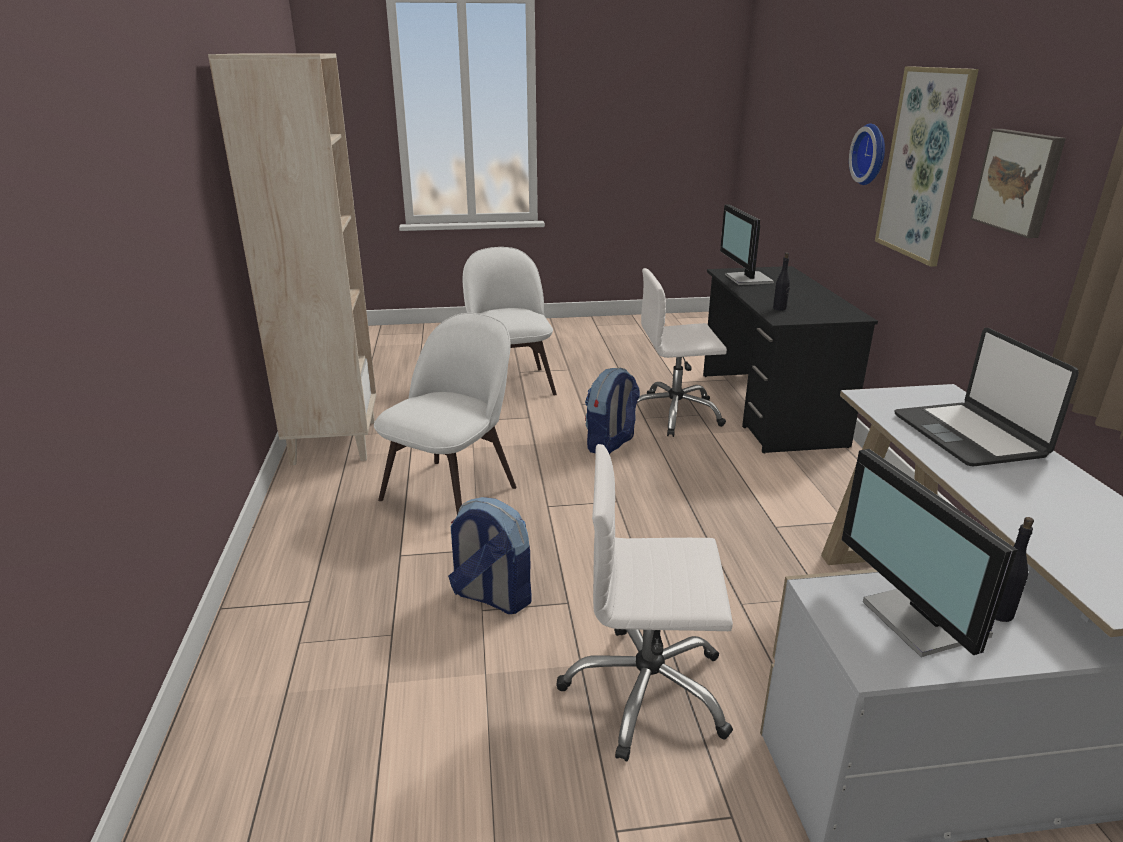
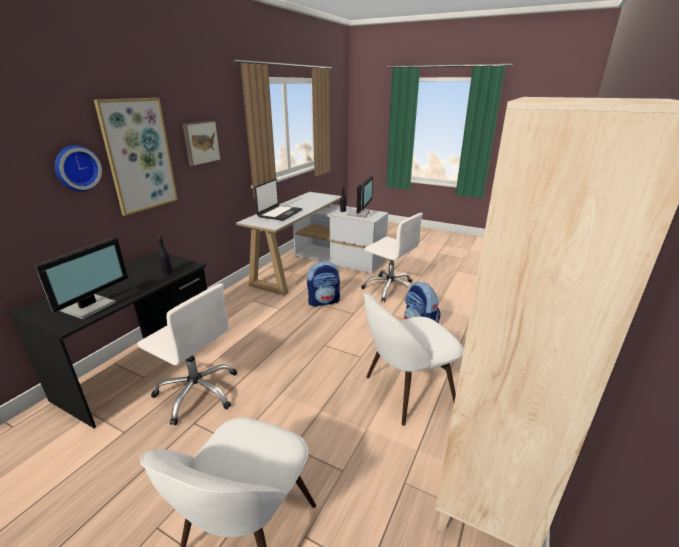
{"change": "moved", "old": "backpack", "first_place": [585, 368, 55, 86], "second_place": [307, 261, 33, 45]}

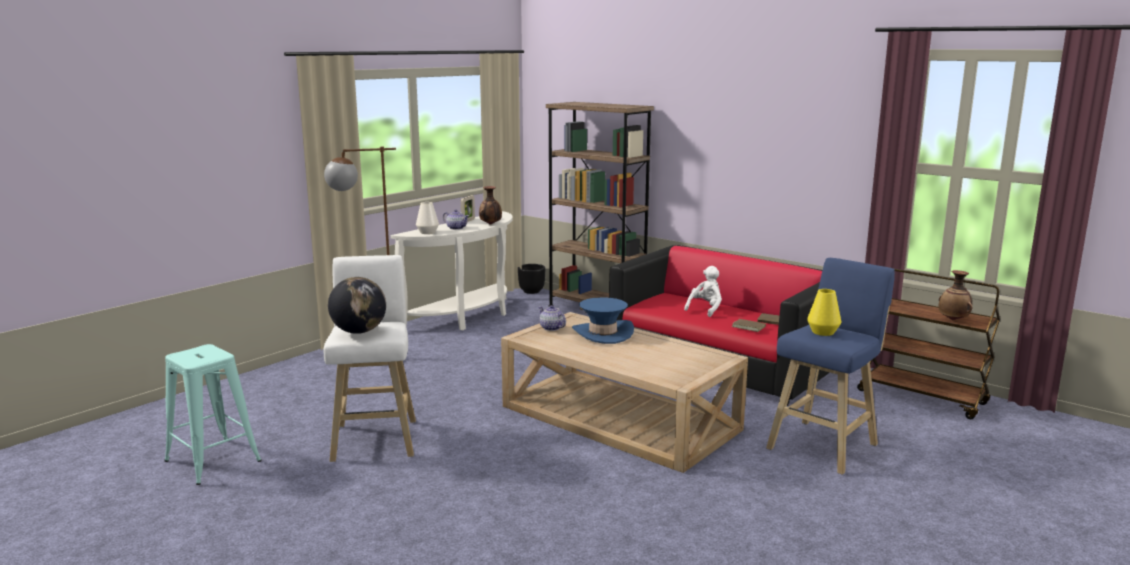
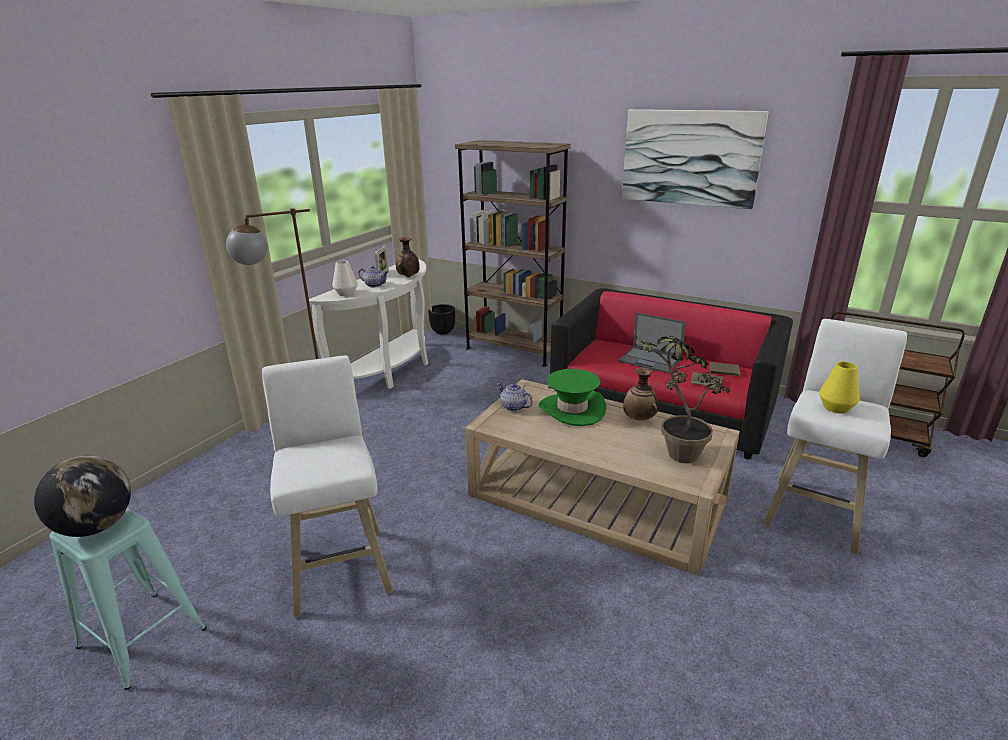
{"change": "moved", "old": "globe", "first_place": [328, 277, 58, 57], "second_place": [34, 456, 97, 81]}
{"change": "recoloured", "old": "blue_hat", "new": "green_hat", "first_place": [572, 297, 62, 47], "second_place": [539, 369, 67, 57]}
{"change": "replaced", "old": "white_plush_toy", "new": "laptop", "first_place": [684, 266, 38, 51], "second_place": [618, 312, 68, 61]}
{"change": "recoloured", "old": "blue_stool", "new": "white_stool", "first_place": [766, 258, 129, 217], "second_place": [763, 319, 144, 236]}
{"change": "moved", "old": "vase", "first_place": [938, 270, 34, 50], "second_place": [623, 367, 35, 53]}
{"change": "added", "new": "picture", "second_place": [622, 109, 147, 100]}
{"change": "added", "new": "potted_plant", "second_place": [633, 330, 97, 133]}

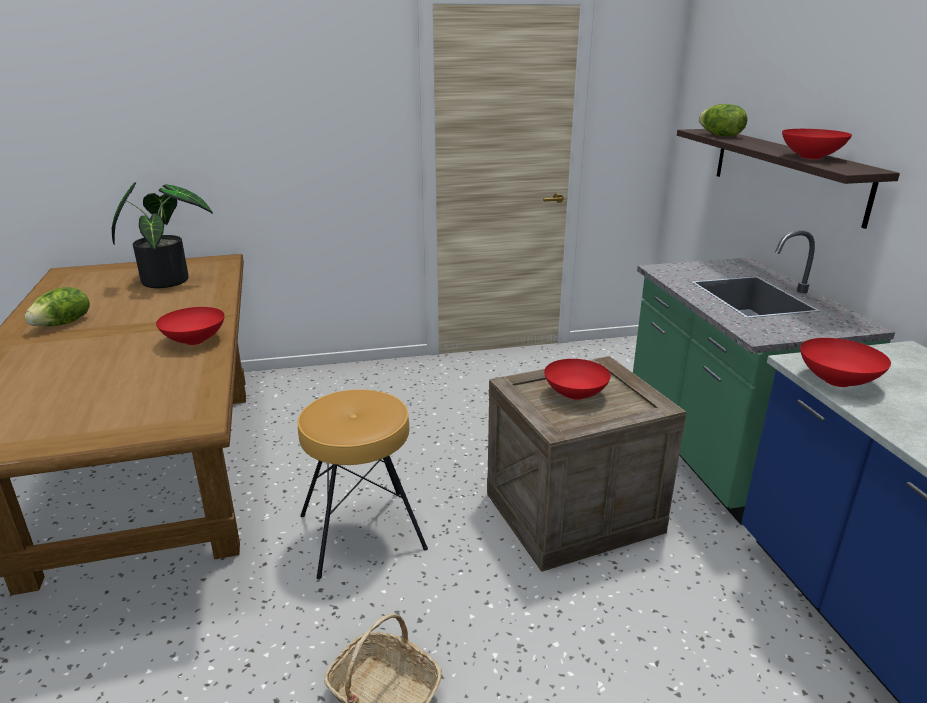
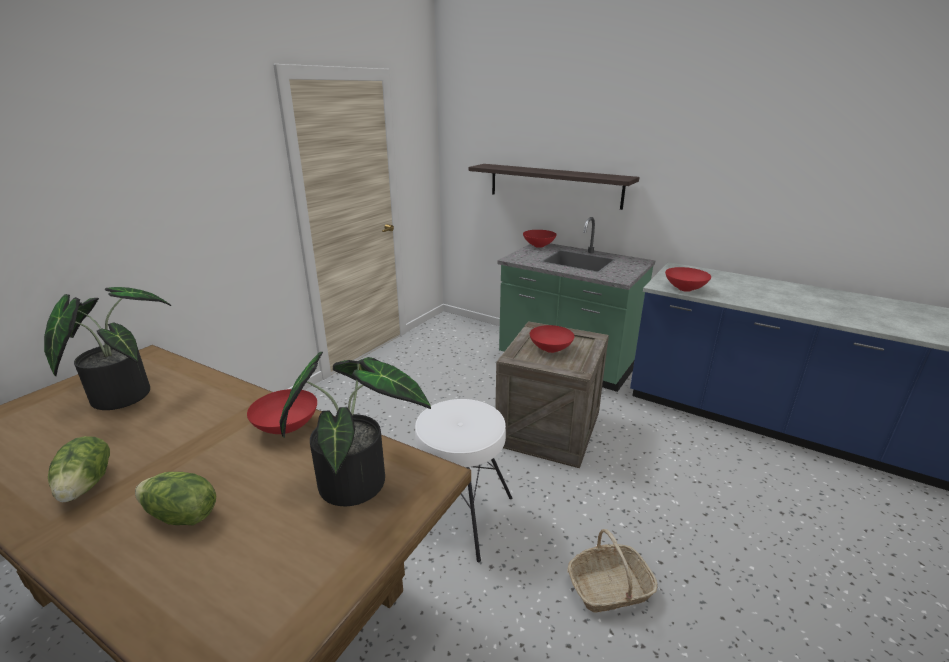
{"change": "recoloured", "old": "brown_stool", "new": "white_stool", "first_place": [297, 390, 131, 189], "second_place": [415, 399, 98, 163]}
{"change": "moved", "old": "lettuce", "first_place": [699, 104, 49, 33], "second_place": [135, 472, 81, 53]}
{"change": "moved", "old": "red_bowl", "first_place": [782, 129, 70, 30], "second_place": [523, 230, 34, 18]}
{"change": "added", "new": "potted_plant", "second_place": [279, 352, 152, 154]}

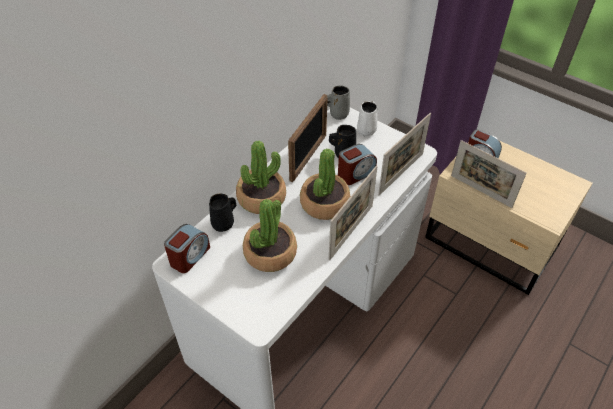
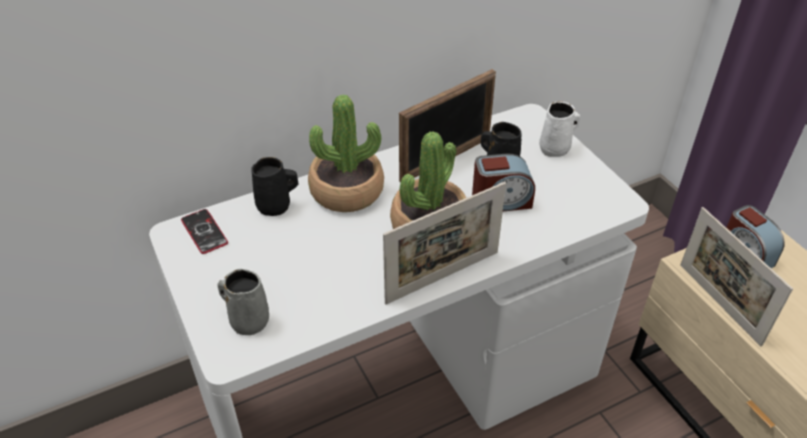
{"change": "replaced", "old": "alarm_clock", "new": "phone", "first_place": [164, 224, 46, 49], "second_place": [181, 209, 47, 45]}
{"change": "removed", "old": "potted_plant", "first_place": [243, 199, 54, 73]}
{"change": "moved", "old": "grey_mug", "first_place": [327, 86, 23, 34], "second_place": [218, 269, 51, 66]}
{"change": "removed", "old": "picture_frame", "first_place": [378, 113, 53, 83]}

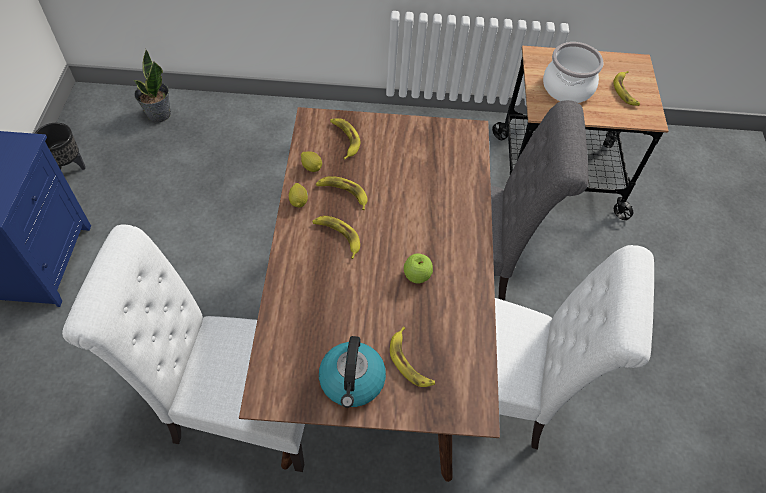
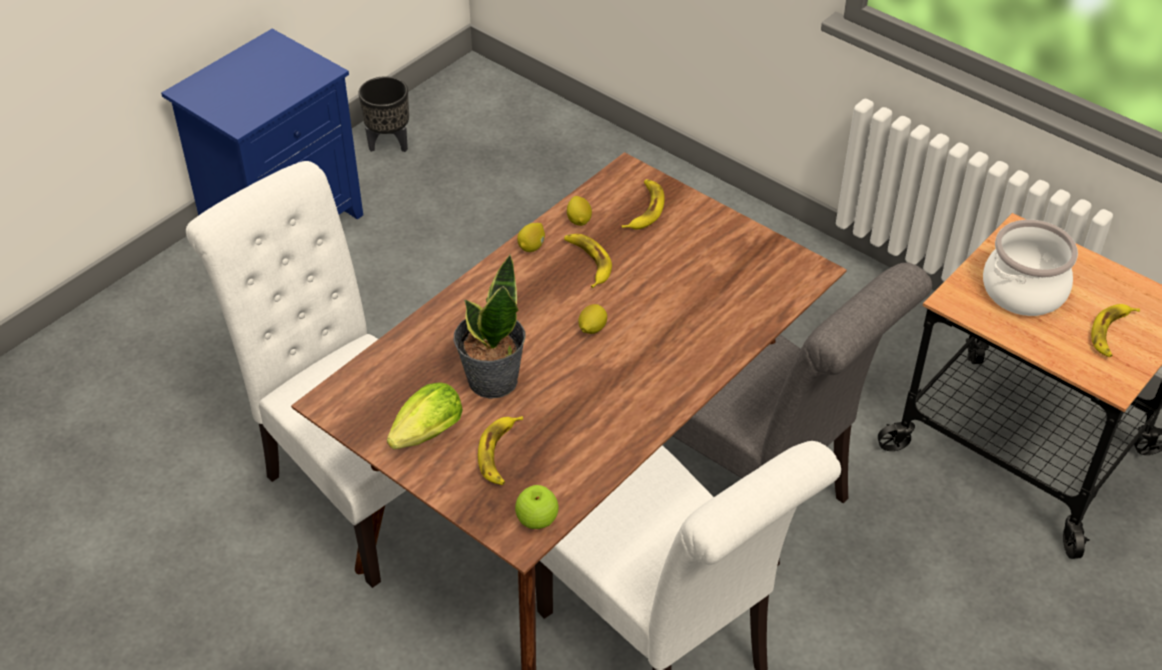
{"change": "moved", "old": "potted_plant", "first_place": [133, 50, 38, 72], "second_place": [454, 255, 72, 144]}
{"change": "removed", "old": "banana", "first_place": [312, 216, 48, 43]}
{"change": "replaced", "old": "kettle", "new": "lettuce", "first_place": [319, 336, 67, 72], "second_place": [387, 382, 76, 68]}
{"change": "moved", "old": "apple", "first_place": [404, 253, 29, 30], "second_place": [515, 485, 44, 44]}
{"change": "added", "new": "lemon", "second_place": [578, 304, 29, 30]}

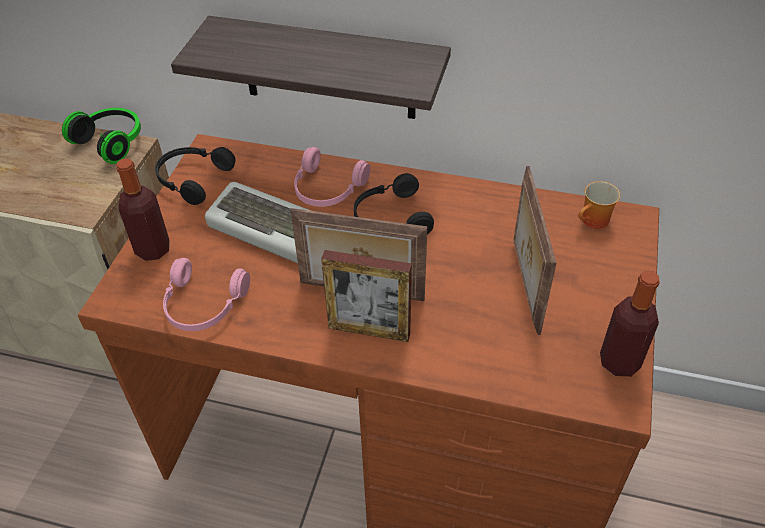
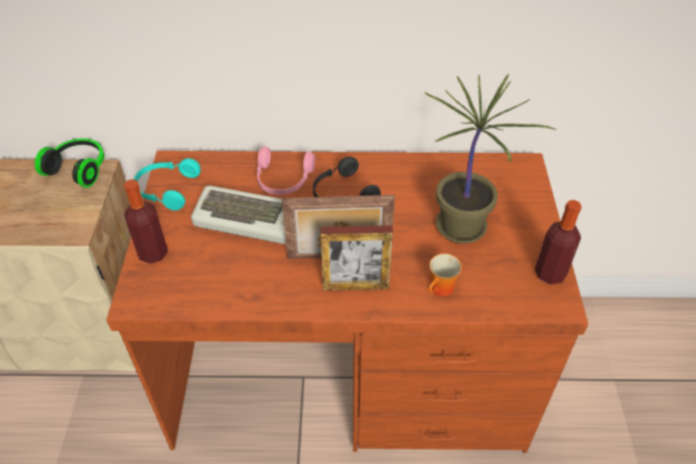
{"change": "recoloured", "old": "black_headphones", "new": "turquoise_headphones", "first_place": [155, 147, 81, 58], "second_place": [134, 158, 67, 53]}
{"change": "removed", "old": "pink_headphones", "first_place": [163, 258, 87, 73]}
{"change": "removed", "old": "shelf", "first_place": [171, 16, 280, 103]}
{"change": "replaced", "old": "picture_frame", "new": "potted_plant", "first_place": [513, 166, 44, 169], "second_place": [424, 74, 133, 170]}
{"change": "moved", "old": "mug", "first_place": [579, 181, 41, 48], "second_place": [428, 254, 34, 42]}

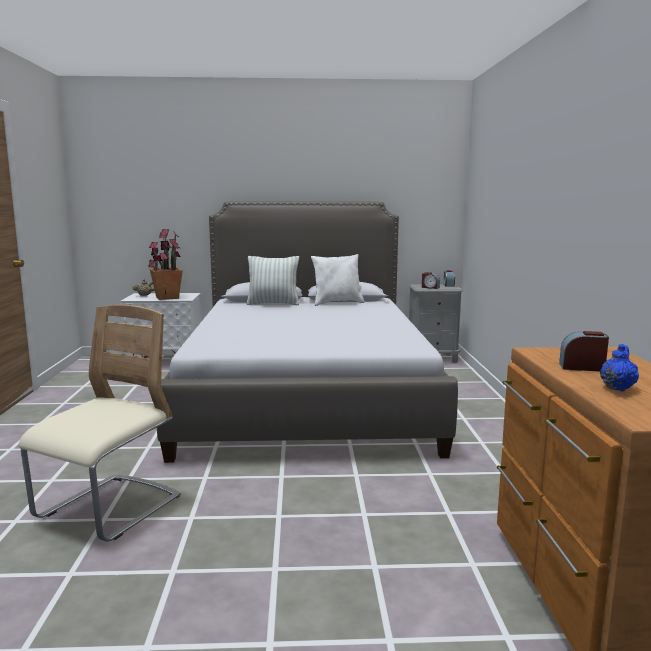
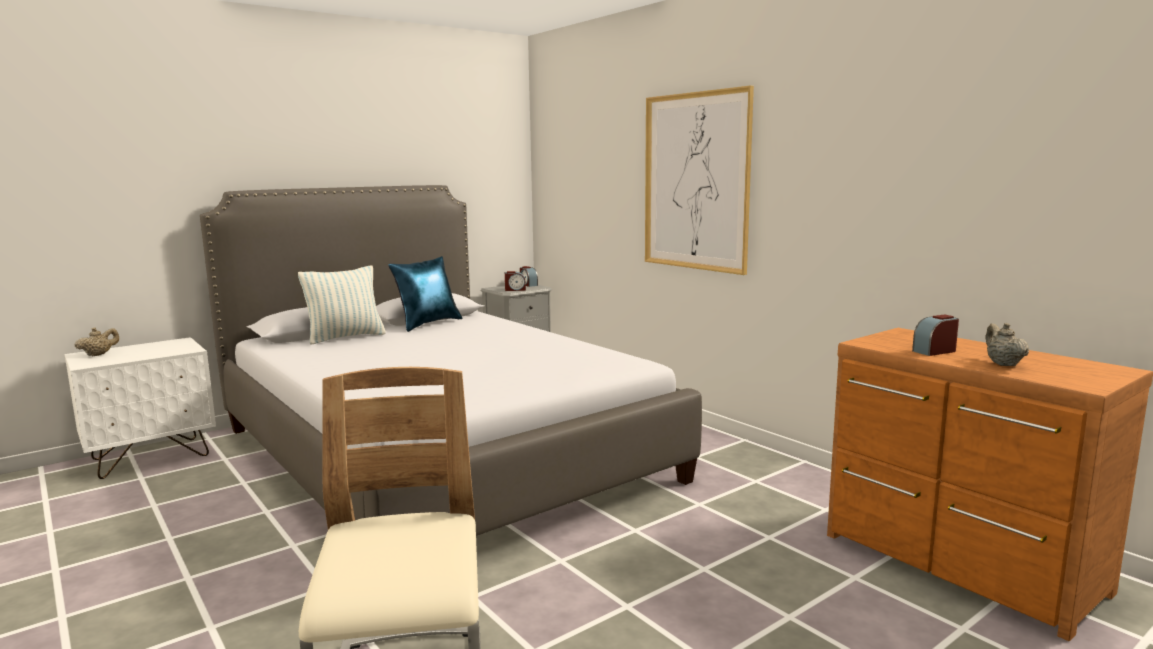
{"change": "removed", "old": "potted_plant", "first_place": [148, 229, 35, 71]}
{"change": "recoloured", "old": "white_pillow", "new": "blue_pillow", "first_place": [311, 254, 54, 52], "second_place": [388, 256, 74, 76]}
{"change": "recoloured", "old": "blue_teapot", "new": "beige_teapot", "first_place": [600, 344, 39, 47], "second_place": [985, 323, 44, 43]}
{"change": "added", "new": "picture", "second_place": [645, 86, 109, 189]}

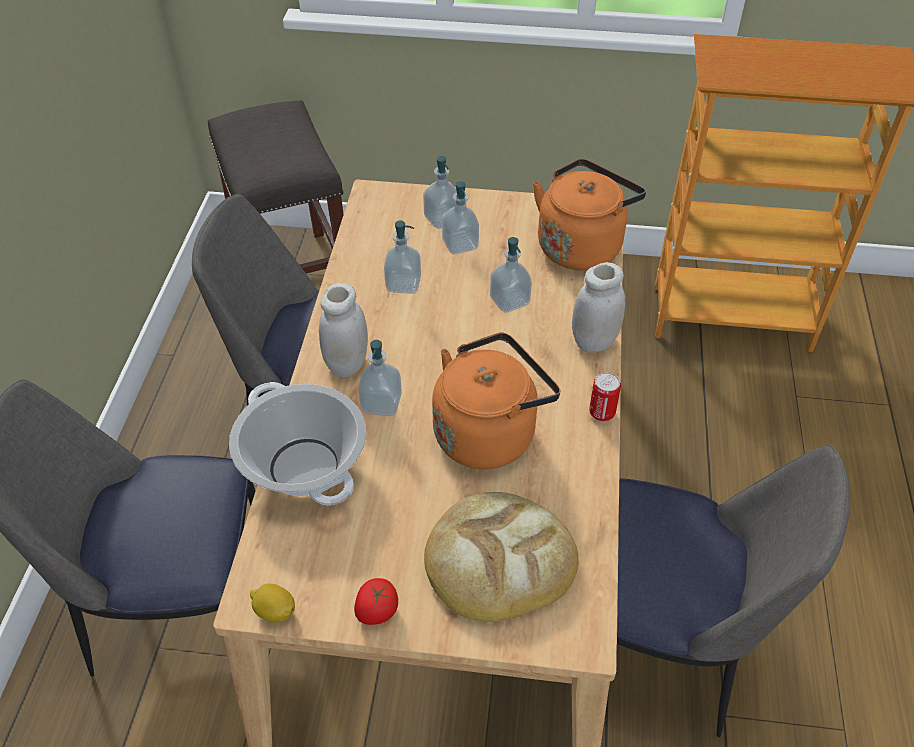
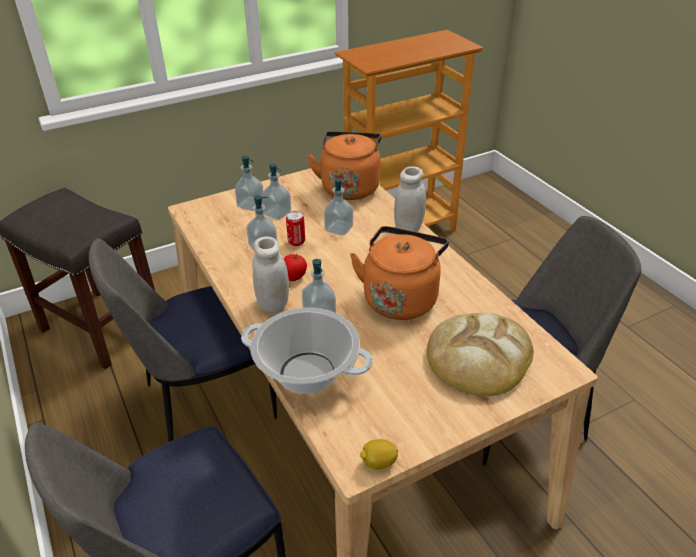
{"change": "moved", "old": "tomato", "first_place": [354, 578, 44, 47], "second_place": [284, 254, 23, 27]}
{"change": "moved", "old": "can", "first_place": [589, 372, 32, 49], "second_place": [286, 211, 19, 35]}

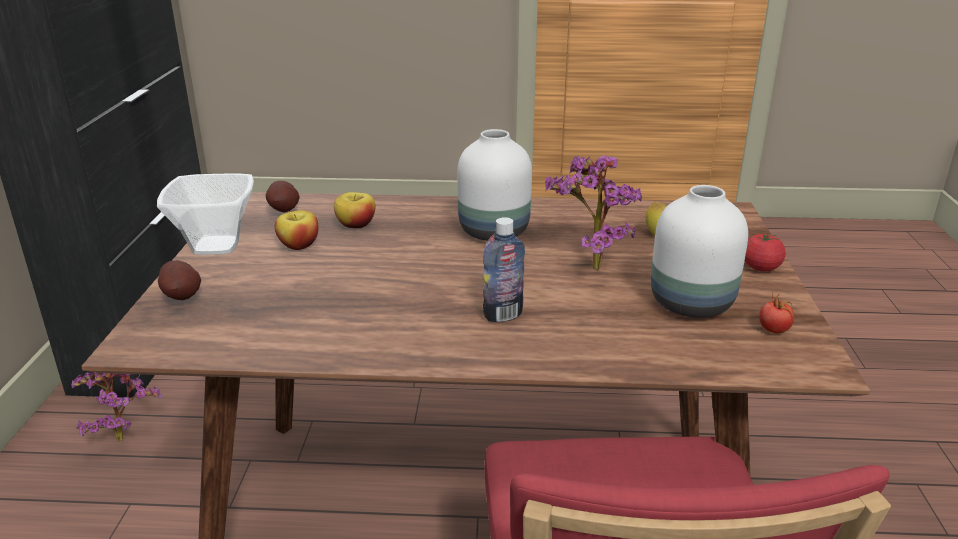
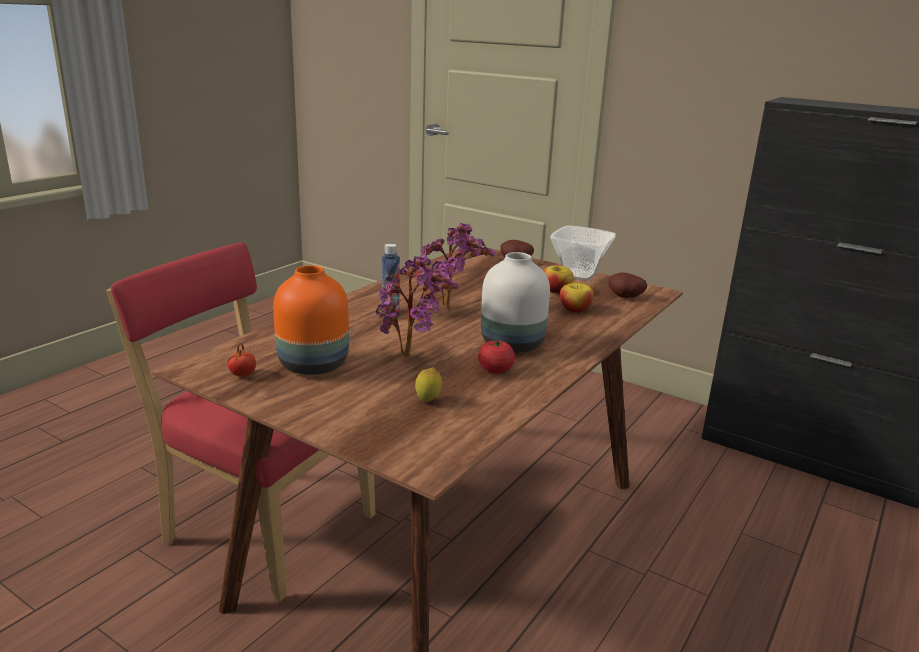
{"change": "moved", "old": "potted_plant", "first_place": [71, 372, 90, 71], "second_place": [420, 223, 75, 85]}
{"change": "recoloured", "old": "white_vase", "new": "orange_vase", "first_place": [651, 185, 97, 133], "second_place": [273, 265, 76, 110]}
{"change": "moved", "old": "tomato", "first_place": [745, 234, 41, 37], "second_place": [478, 340, 37, 34]}

